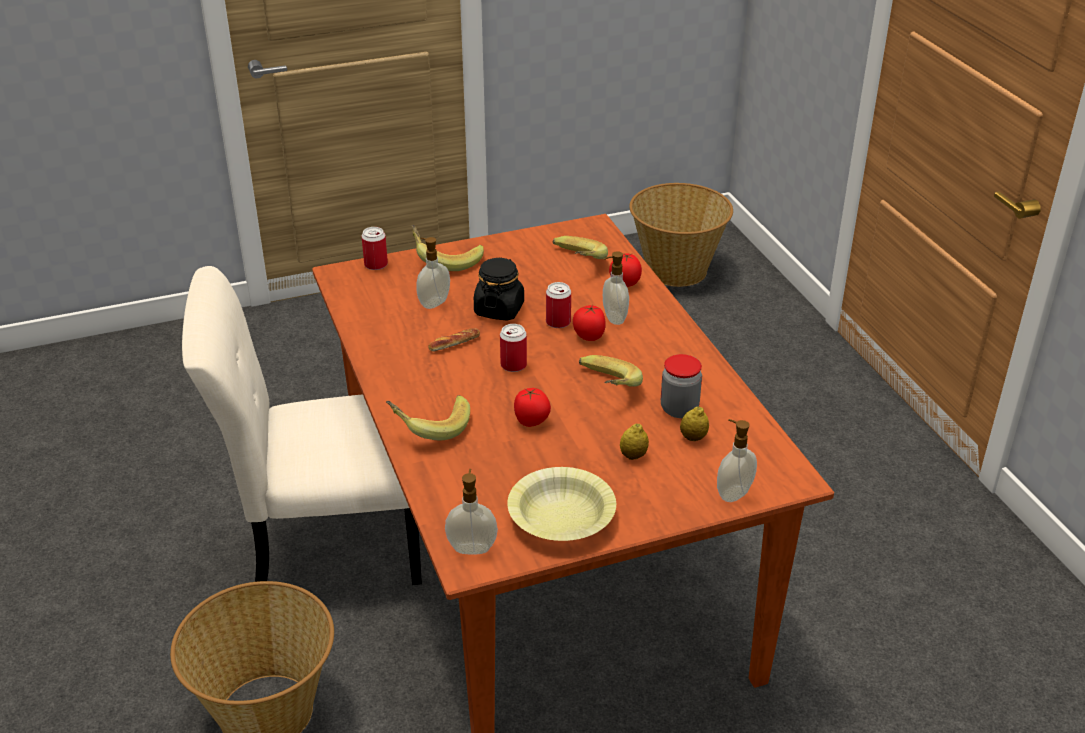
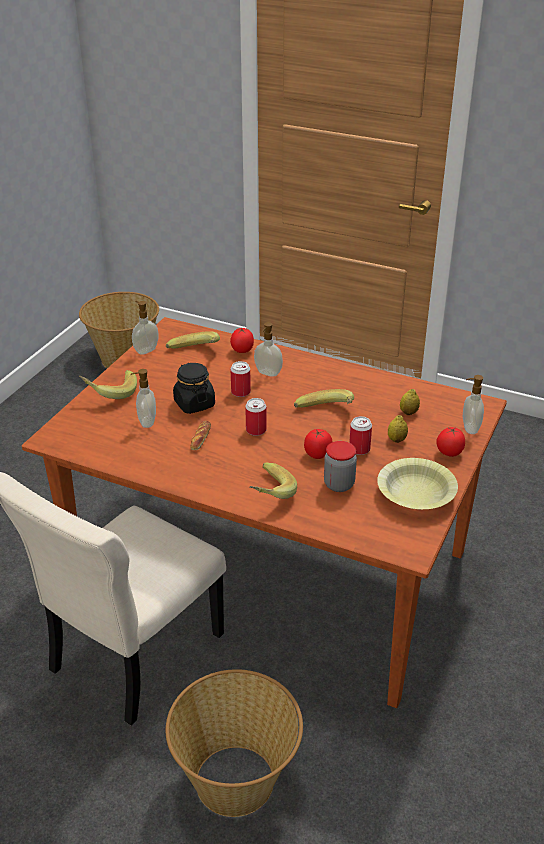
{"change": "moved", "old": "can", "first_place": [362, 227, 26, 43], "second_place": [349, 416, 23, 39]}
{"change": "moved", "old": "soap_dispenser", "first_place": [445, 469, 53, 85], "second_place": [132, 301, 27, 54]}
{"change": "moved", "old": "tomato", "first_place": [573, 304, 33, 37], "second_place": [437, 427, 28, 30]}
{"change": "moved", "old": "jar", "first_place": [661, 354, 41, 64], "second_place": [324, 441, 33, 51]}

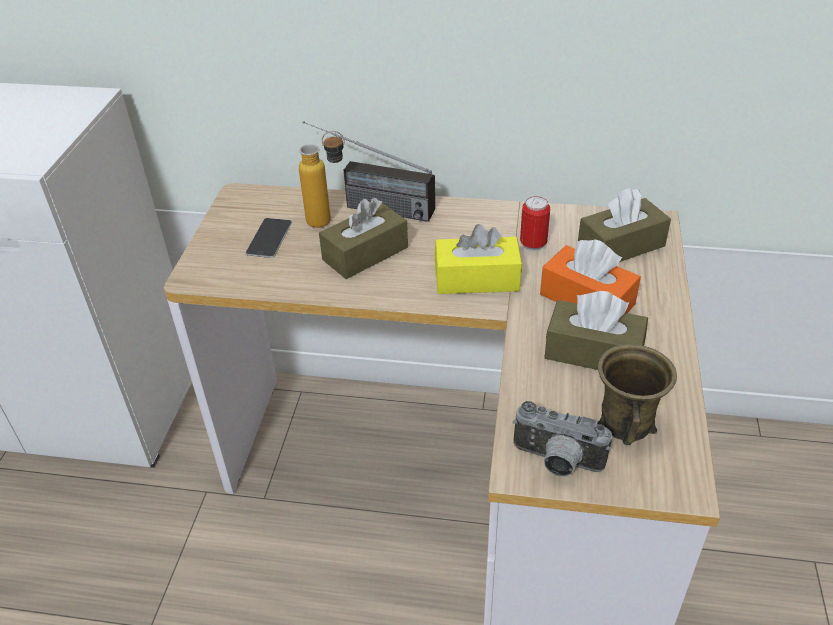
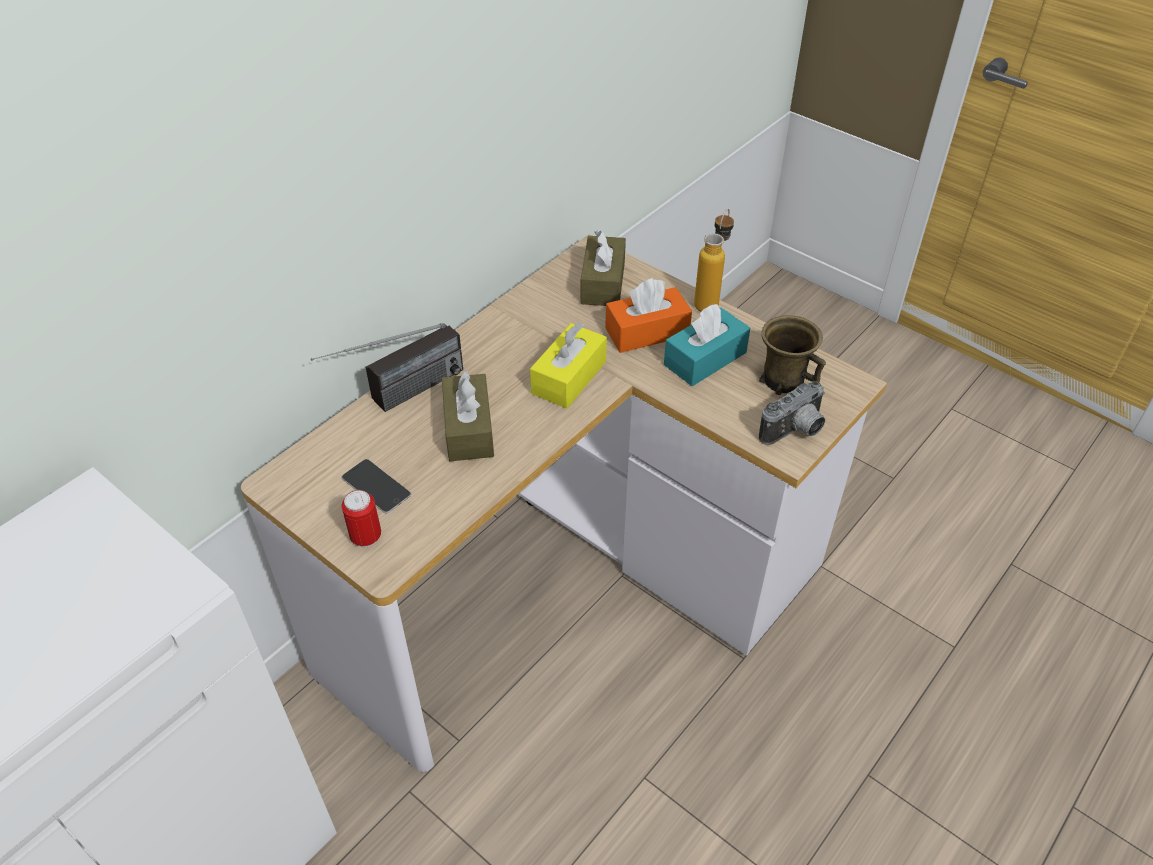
{"change": "moved", "old": "bottle", "first_place": [299, 131, 46, 97], "second_place": [694, 209, 40, 103]}
{"change": "moved", "old": "can", "first_place": [520, 196, 30, 55], "second_place": [342, 490, 39, 57]}
{"change": "recoloured", "old": "brown_tissue_box", "new": "turquoise_tissue_box", "first_place": [544, 291, 104, 79], "second_place": [664, 304, 86, 82]}

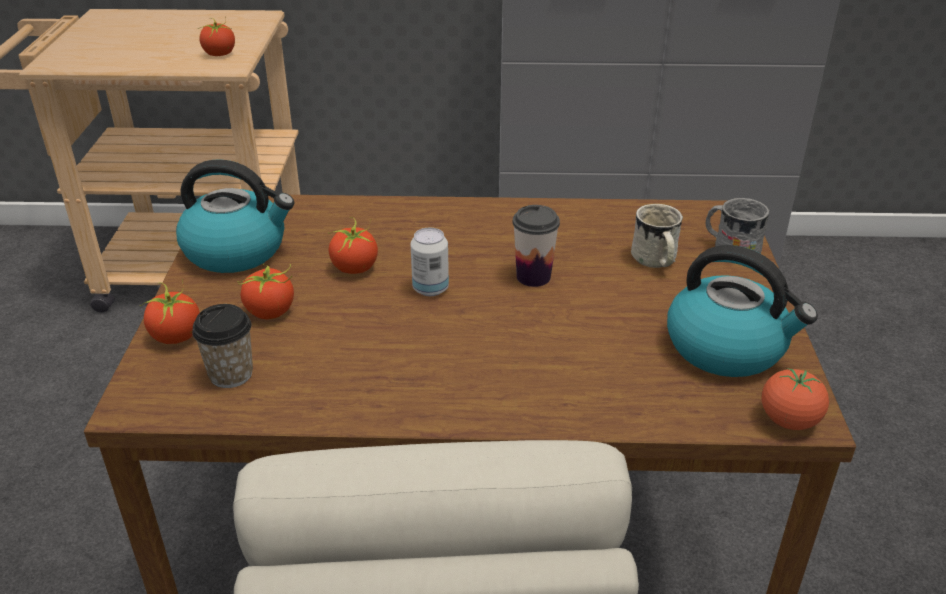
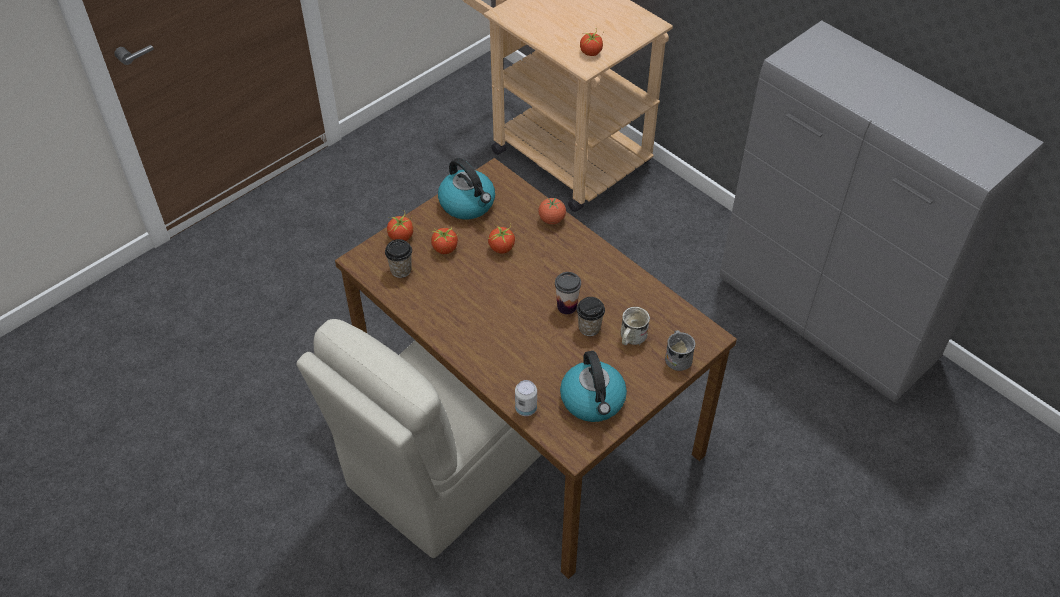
{"change": "moved", "old": "can", "first_place": [410, 228, 39, 68], "second_place": [515, 380, 22, 36]}
{"change": "moved", "old": "tomato", "first_place": [761, 368, 68, 62], "second_place": [538, 198, 28, 26]}
{"change": "added", "new": "cup", "second_place": [577, 297, 28, 39]}

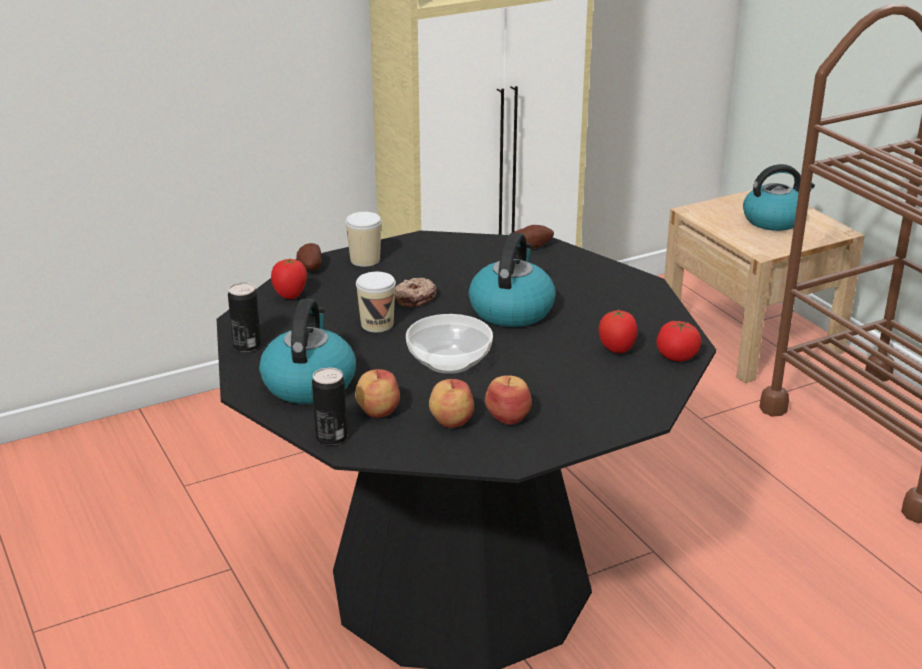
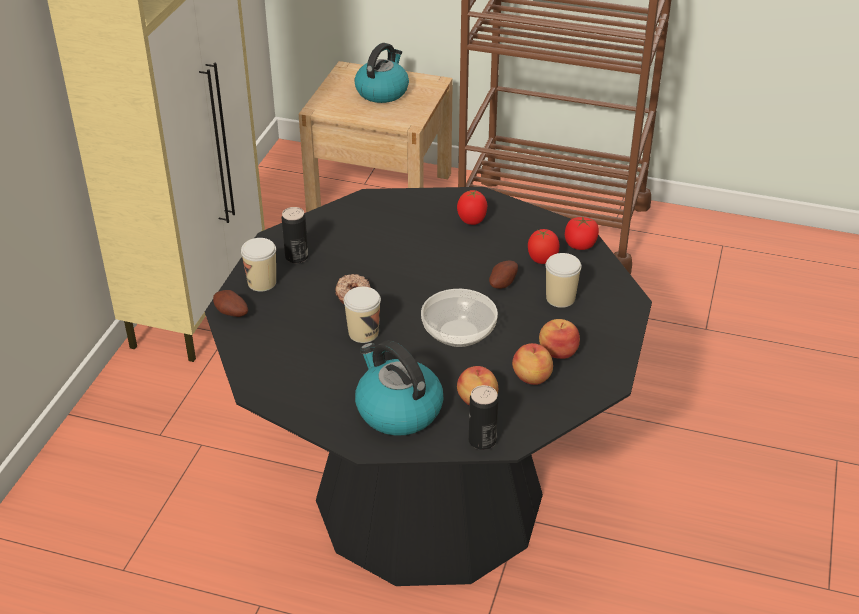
{"change": "moved", "old": "can", "first_place": [228, 282, 33, 70], "second_place": [282, 207, 27, 56]}
{"change": "moved", "old": "tomato", "first_place": [271, 259, 36, 40], "second_place": [457, 190, 30, 35]}
{"change": "removed", "old": "kettle", "first_place": [469, 232, 87, 95]}
{"change": "moved", "old": "potato", "first_place": [514, 225, 40, 23], "second_place": [489, 261, 29, 28]}
{"change": "added", "new": "cup", "second_place": [546, 253, 35, 55]}

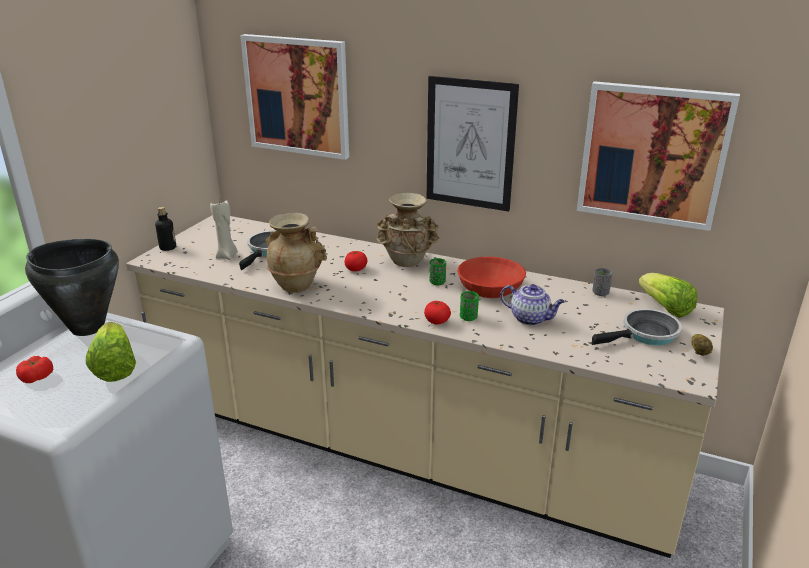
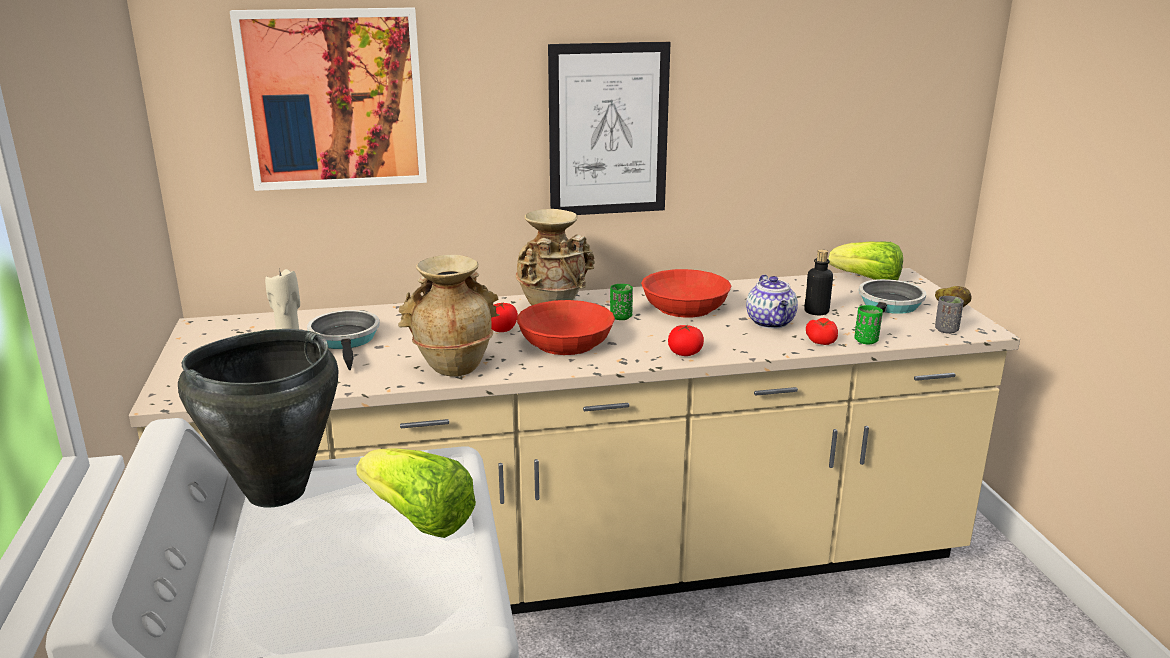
{"change": "moved", "old": "tomato", "first_place": [16, 356, 37, 27], "second_place": [806, 318, 32, 27]}
{"change": "moved", "old": "bottle", "first_place": [155, 207, 21, 44], "second_place": [804, 250, 29, 65]}
{"change": "moved", "old": "green_cup", "first_place": [460, 291, 19, 30], "second_place": [854, 305, 29, 39]}
{"change": "turned", "old": "teapot", "first_place": [500, 284, 65, 41], "second_place": [746, 274, 52, 55], "degrees": 90}
{"change": "removed", "old": "picture", "first_place": [577, 81, 163, 150]}
{"change": "moved", "old": "grey_cup", "first_place": [592, 268, 20, 28], "second_place": [935, 296, 29, 38]}
{"change": "added", "new": "red_bowl", "second_place": [517, 300, 98, 55]}

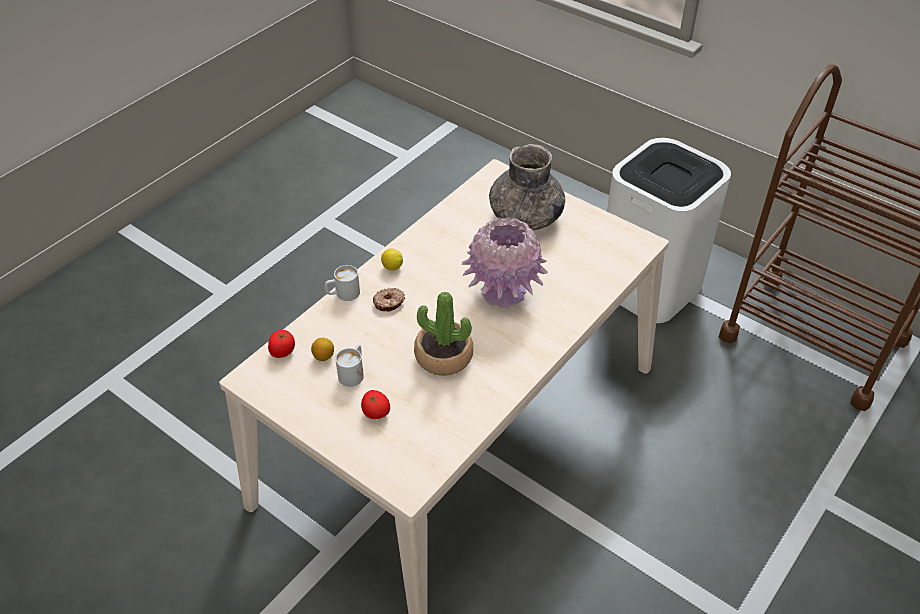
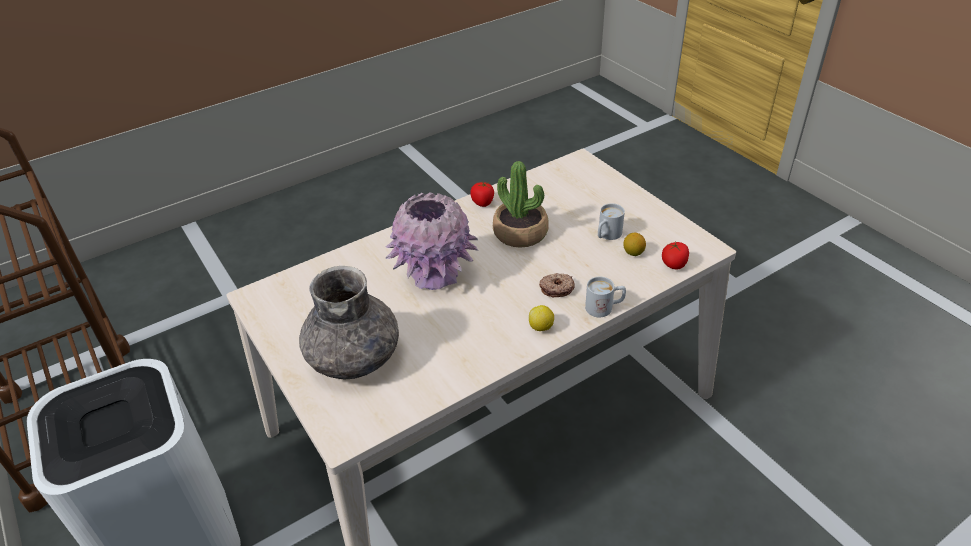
{"change": "moved", "old": "tomato", "first_place": [361, 390, 29, 29], "second_place": [470, 181, 24, 26]}

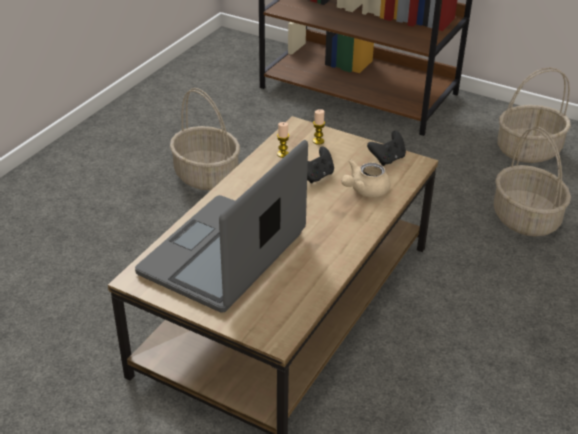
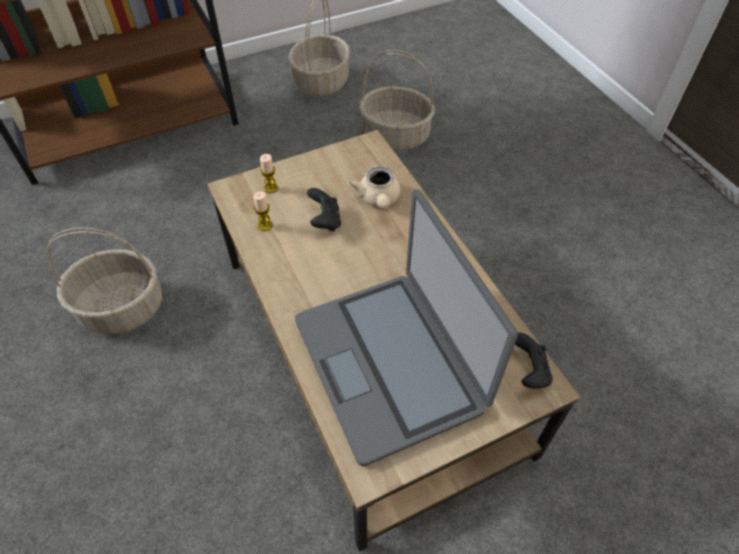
{"change": "moved", "old": "black_game_controller", "first_place": [367, 131, 39, 35], "second_place": [515, 333, 38, 55]}

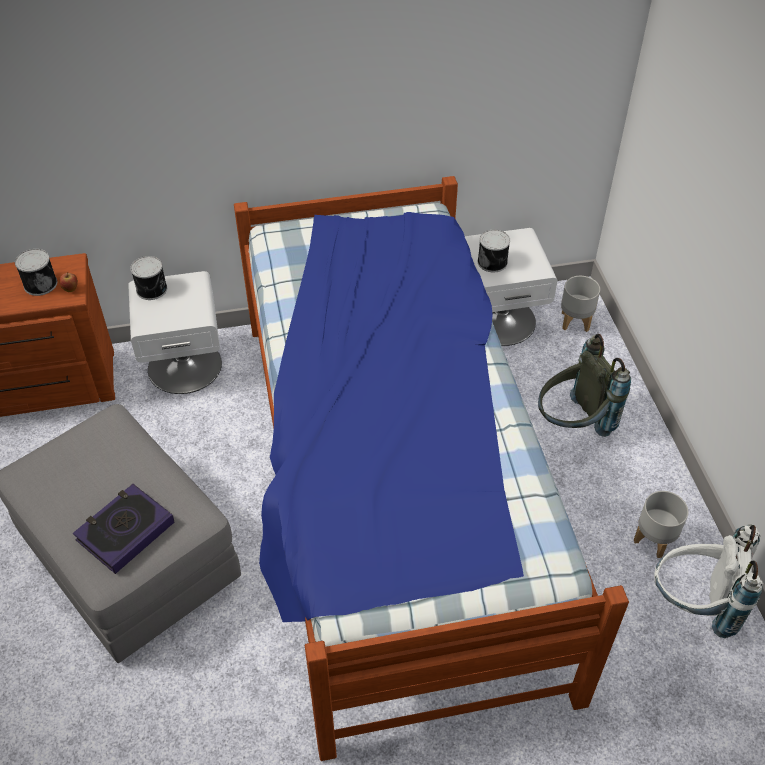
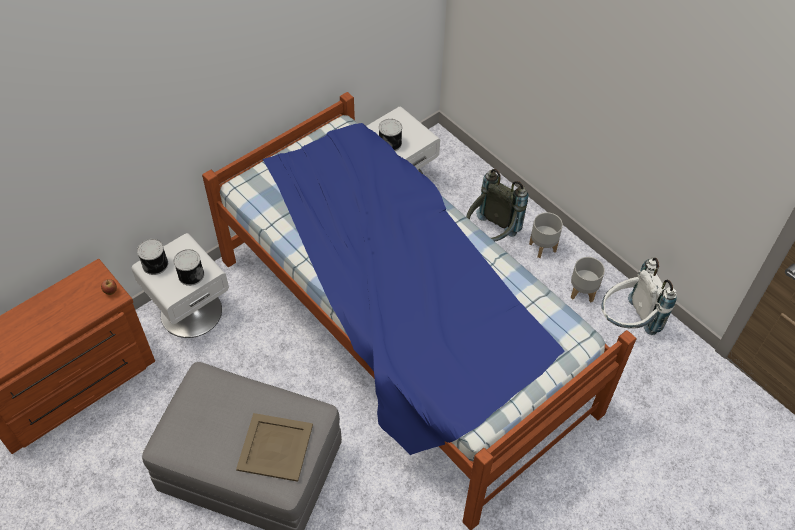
{"change": "moved", "old": "can", "first_place": [15, 249, 42, 47], "second_place": [174, 249, 30, 37]}
{"change": "replaced", "old": "book", "new": "beige_tray", "first_place": [73, 484, 101, 90], "second_place": [236, 413, 77, 69]}
{"change": "moved", "old": "grey_planter", "first_place": [561, 276, 39, 56], "second_place": [529, 212, 34, 46]}

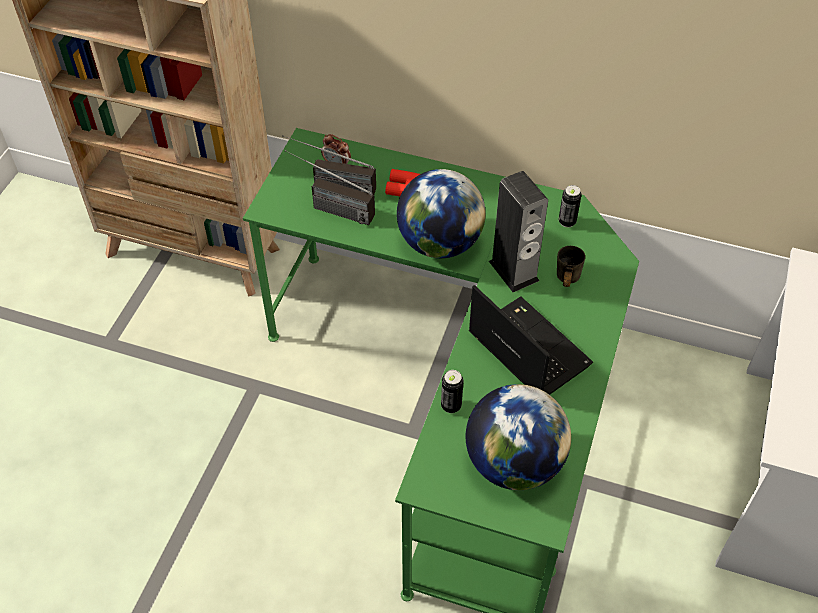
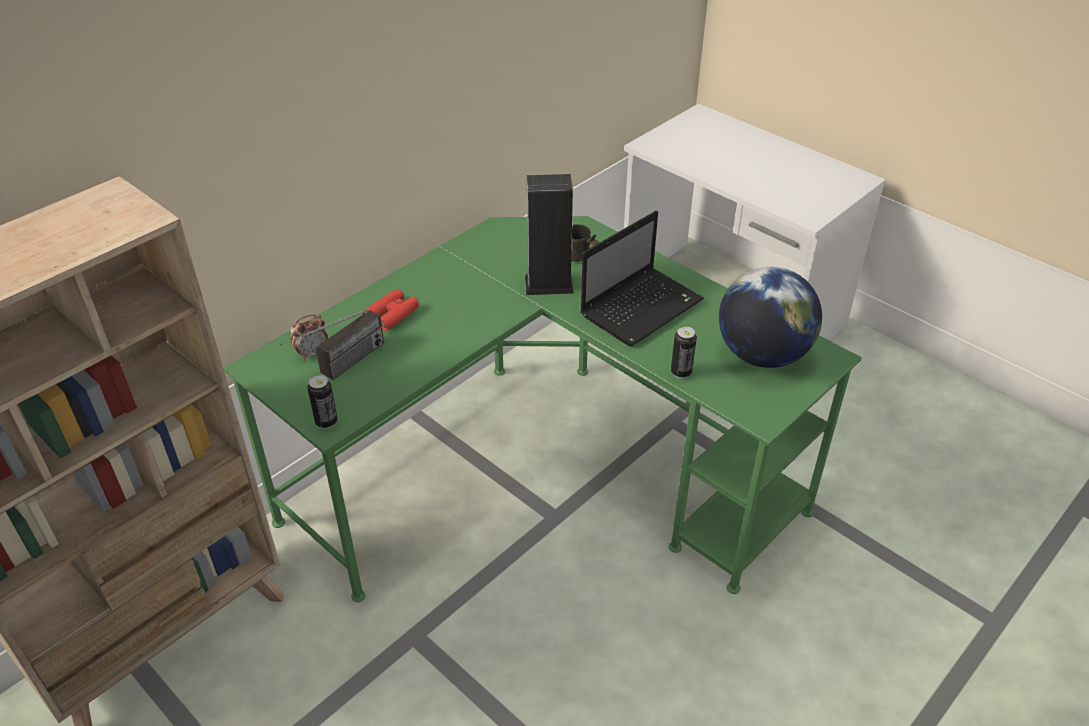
{"change": "removed", "old": "radio", "first_place": [285, 150, 90, 75]}
{"change": "removed", "old": "globe", "first_place": [397, 169, 89, 89]}
{"change": "turned", "old": "laptop", "first_place": [469, 285, 124, 110], "second_place": [580, 211, 124, 135], "degrees": 150}
{"change": "moved", "old": "can", "first_place": [559, 185, 23, 42], "second_place": [307, 375, 31, 54]}

